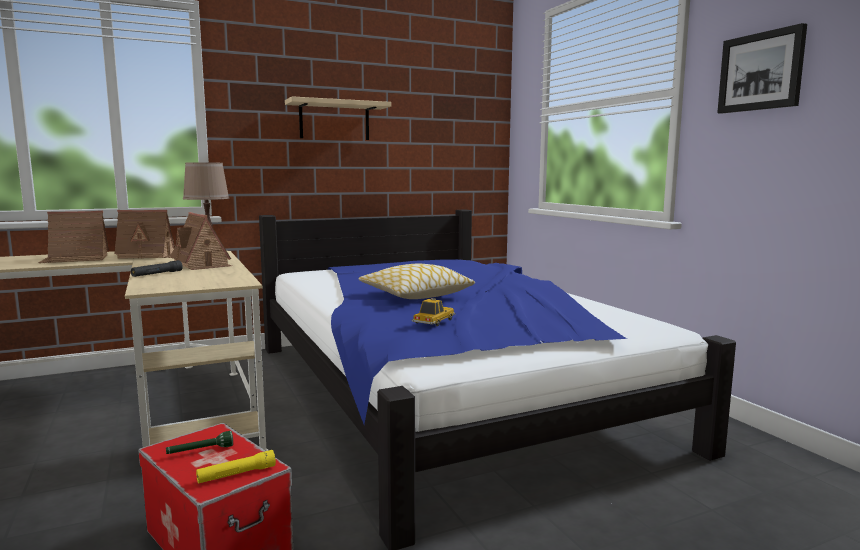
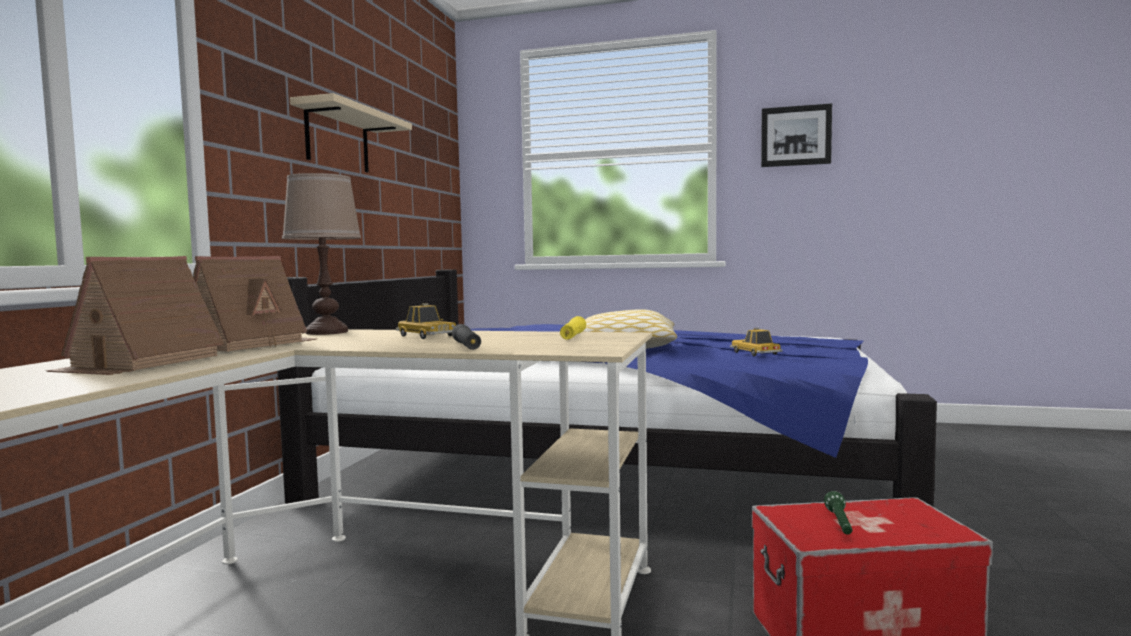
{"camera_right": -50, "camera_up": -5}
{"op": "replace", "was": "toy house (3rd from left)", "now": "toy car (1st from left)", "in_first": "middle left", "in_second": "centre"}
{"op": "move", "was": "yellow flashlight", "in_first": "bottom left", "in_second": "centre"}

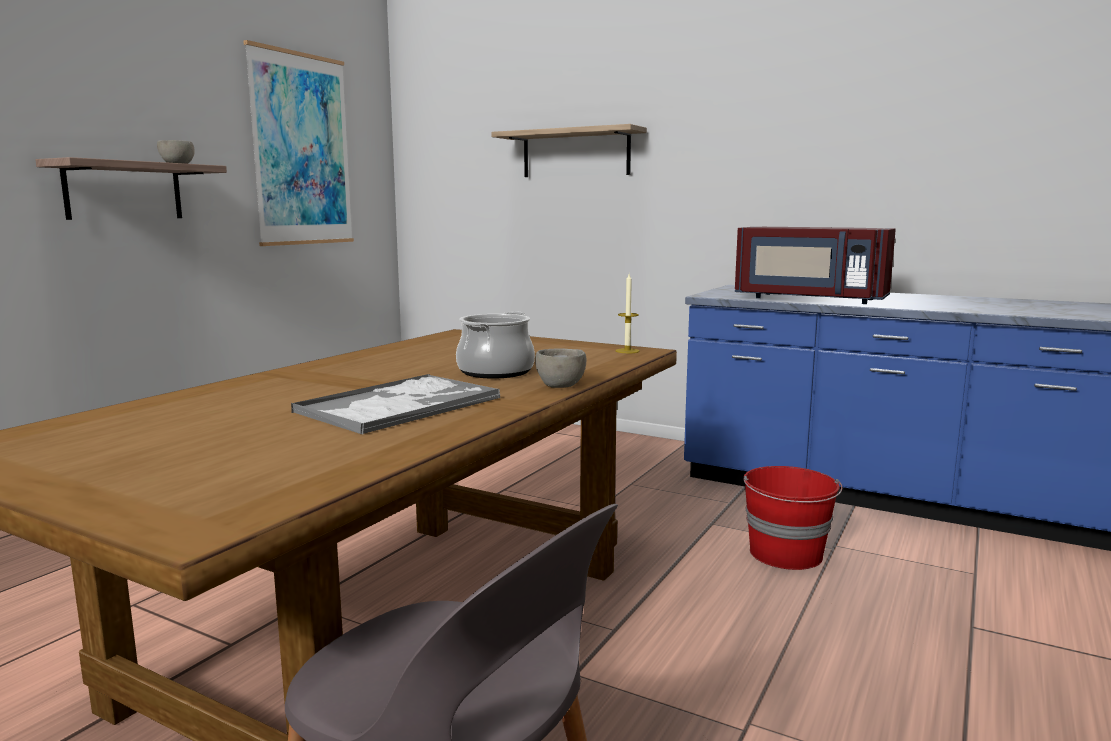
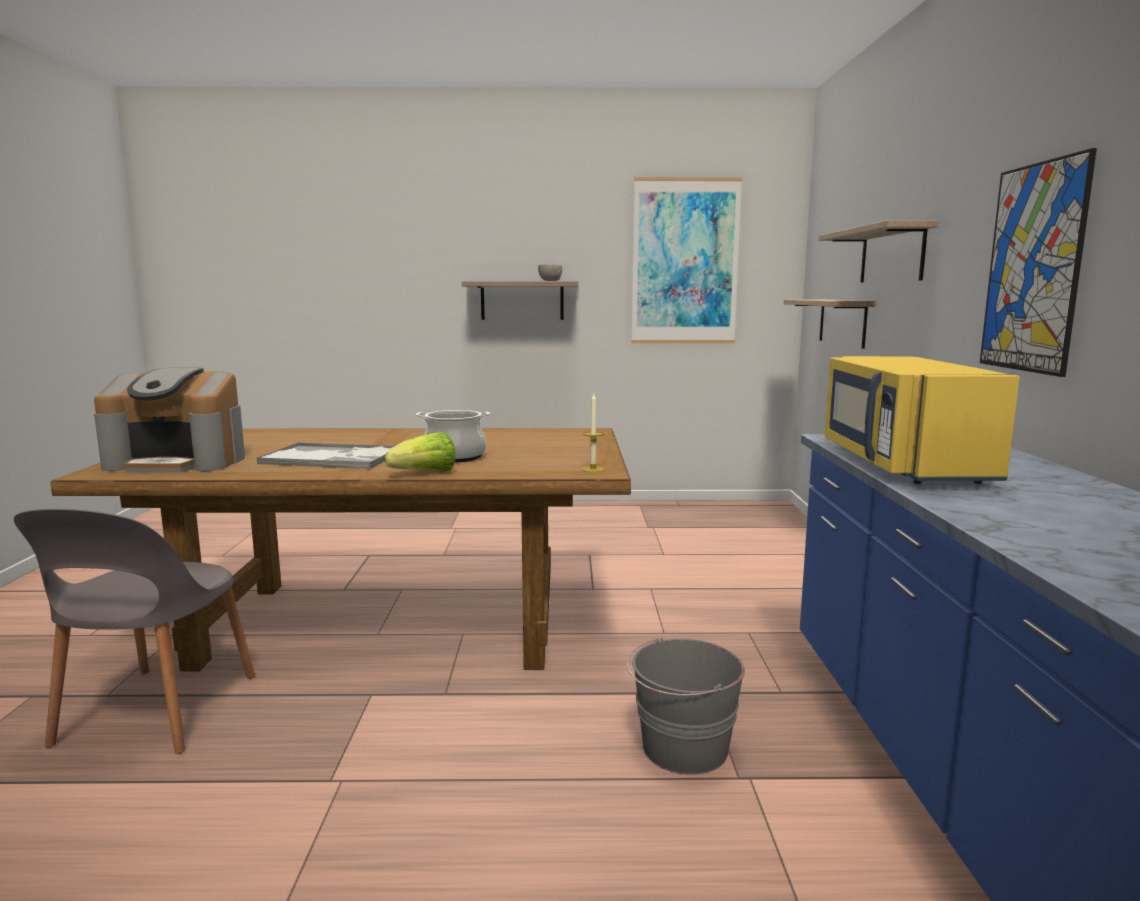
{"camera_right": 60, "camera_up": 0}
{"op": "recolor", "was": "red microwave", "now": "yellow microwave", "in_first": "middle right", "in_second": "middle right"}
{"op": "replace", "was": "grey bowl (2nd from left)", "now": "lettuce", "in_first": "centre", "in_second": "centre"}
{"op": "recolor", "was": "red bucket", "now": "grey bucket", "in_first": "bottom right", "in_second": "bottom centre"}
{"op": "insert", "now": "picture (2nd from left)", "in_second": "top right"}
{"op": "insert", "now": "shelf (2nd from left)", "in_second": "middle right"}
{"op": "insert", "now": "coffee machine", "in_second": "middle left"}

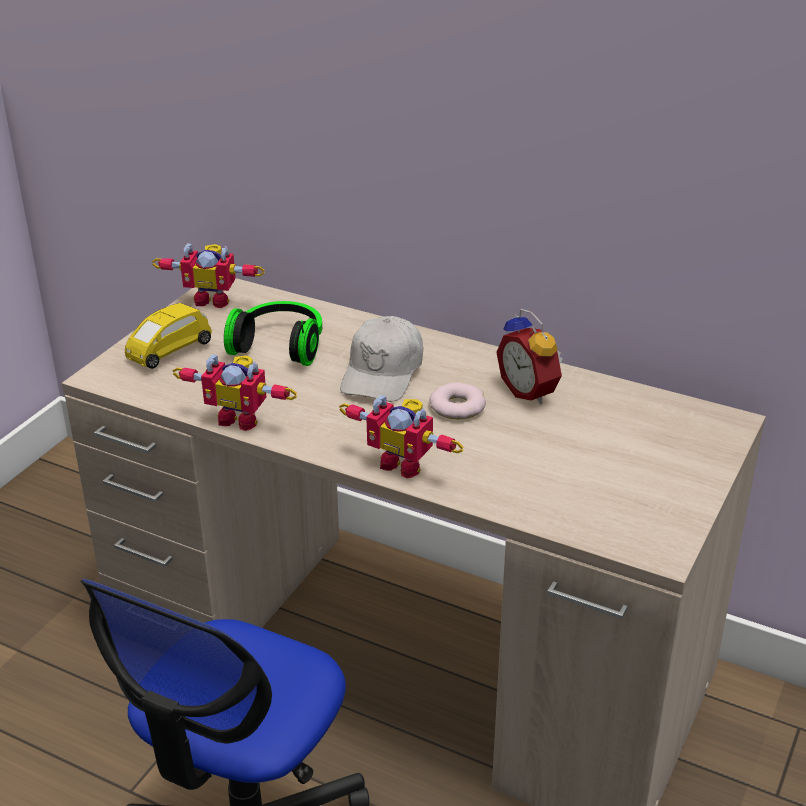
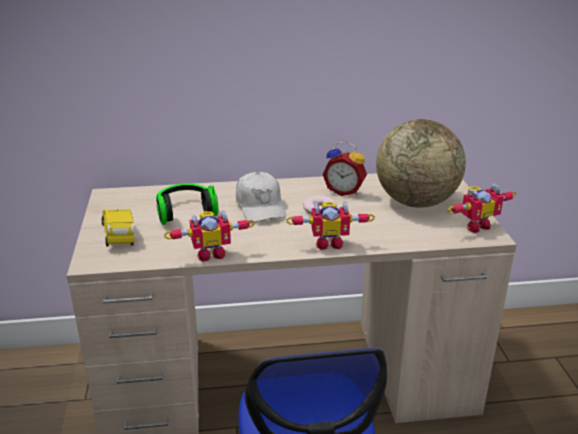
{"camera_right": -35, "camera_up": -5}
{"op": "move", "was": "toy robot (1st from left in the first image)", "now": "toy robot (3rd from left)", "in_first": "middle left", "in_second": "middle right"}
{"op": "rotate", "was": "yellow toy car", "in_first": "middle left", "in_second": "middle left", "clockwise": 150}
{"op": "insert", "now": "globe", "in_second": "middle right"}

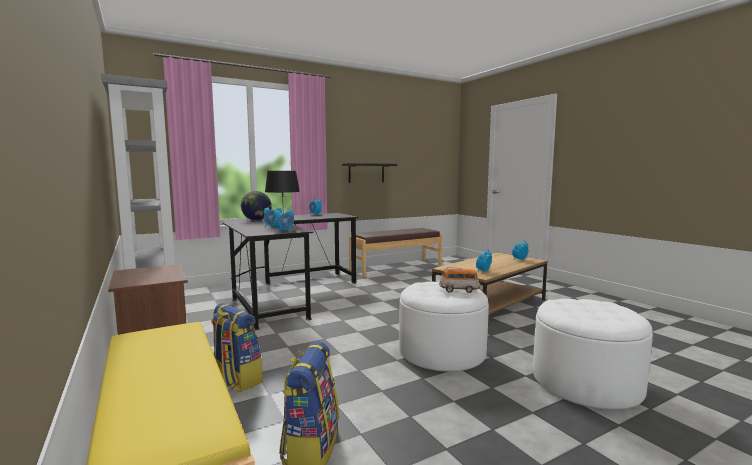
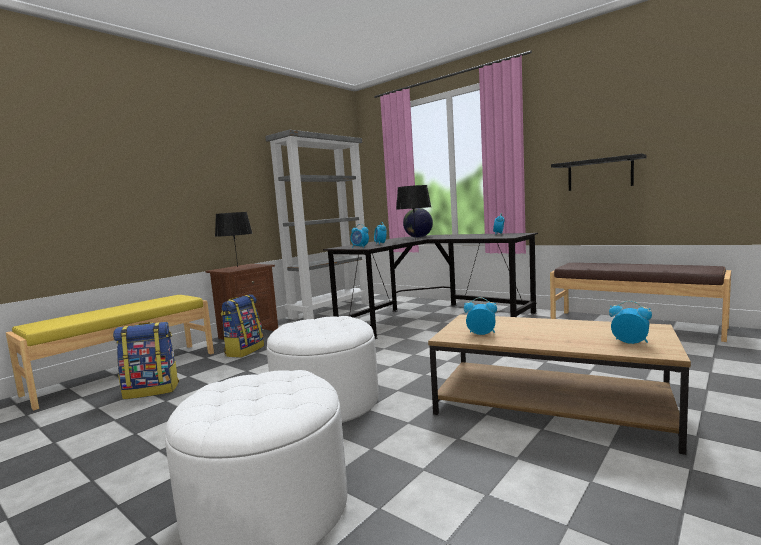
{"camera_right": 70, "camera_up": 0}
{"op": "delete", "was": "toy car", "in_first": "centre"}
{"op": "insert", "now": "black table lamp (1st from left)", "in_second": "middle left"}

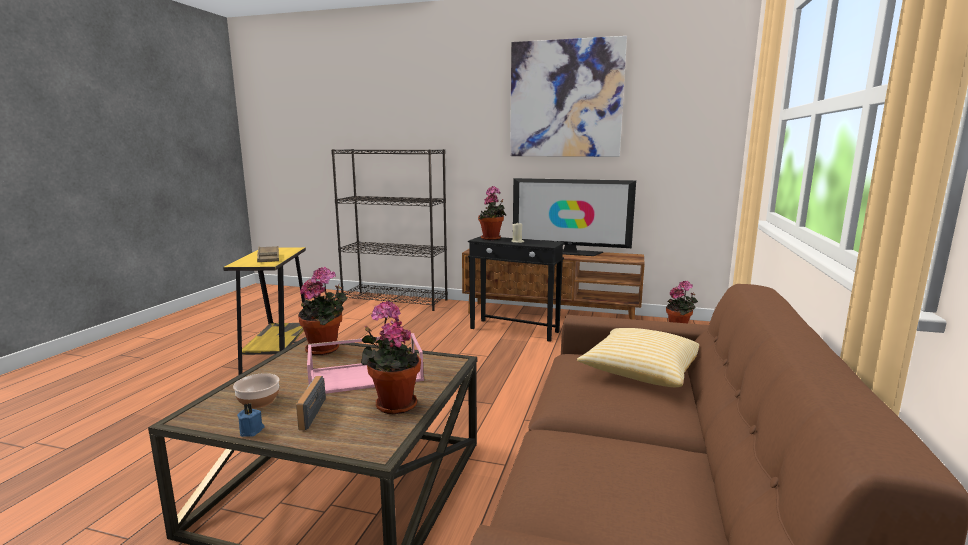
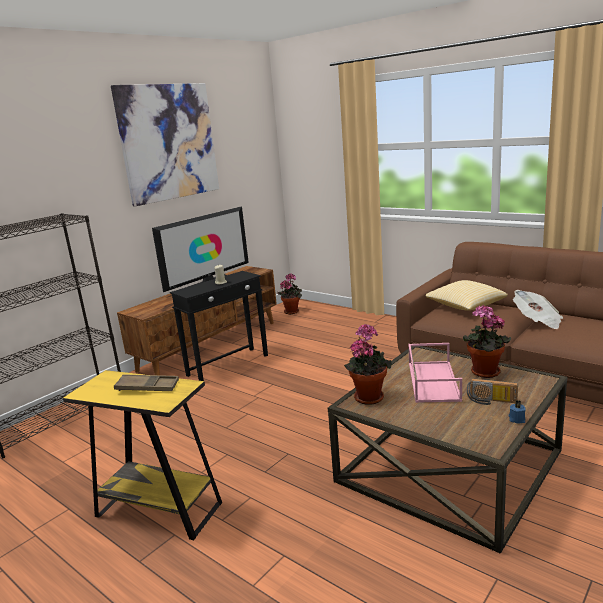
{"camera_right": -65, "camera_up": 5}
{"op": "delete", "was": "potted plant (3rd from left)", "in_first": "centre"}
{"op": "delete", "was": "bowl", "in_first": "bottom left"}
{"op": "insert", "now": "newspaper", "in_second": "middle right"}

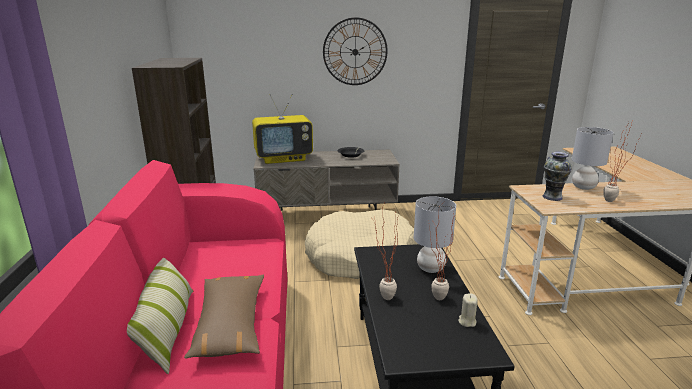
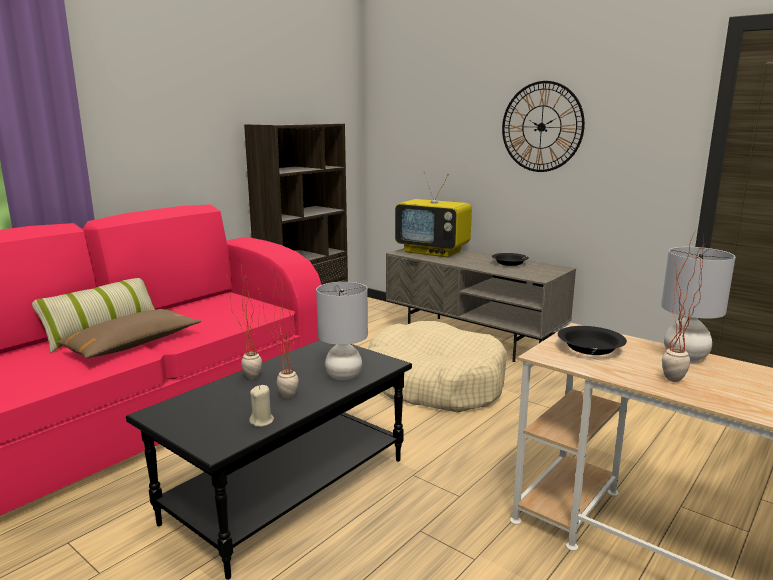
{"camera_right": 45, "camera_up": -5}
{"op": "replace", "was": "vase", "now": "black bowl (2nd from left)", "in_first": "middle right", "in_second": "middle right"}

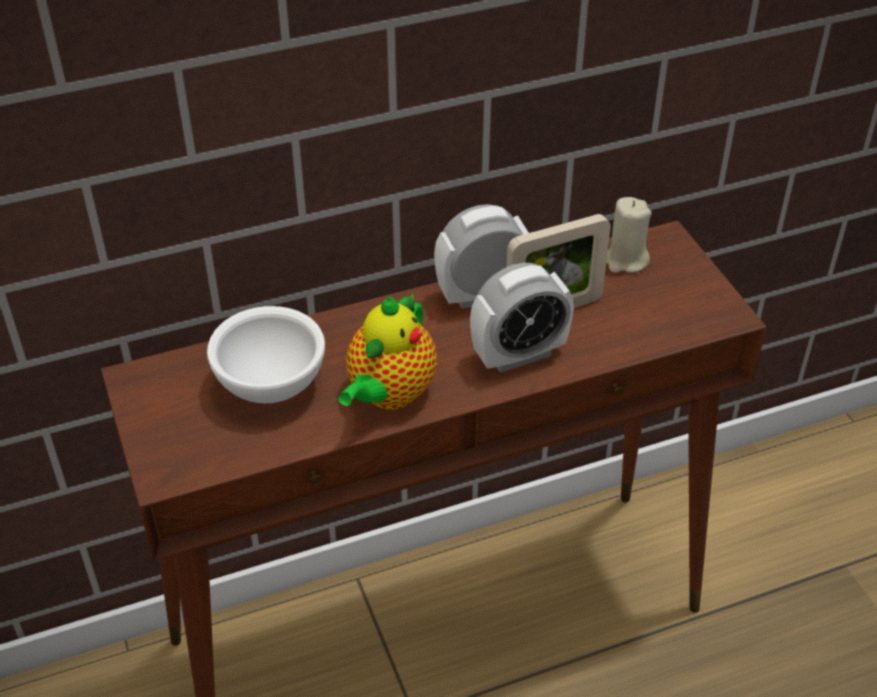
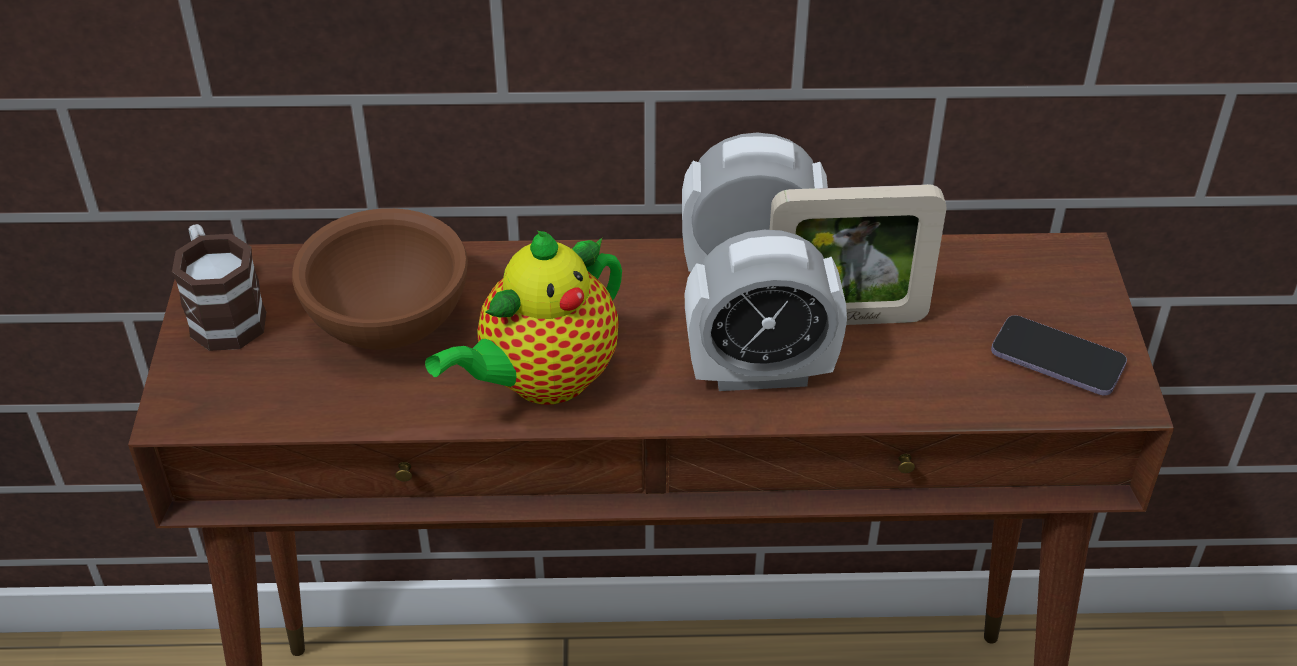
{"camera_right": 20, "camera_up": 0}
{"op": "delete", "was": "beige candle", "in_first": "middle right"}
{"op": "recolor", "was": "white bowl", "now": "brown bowl", "in_first": "middle left", "in_second": "middle left"}
{"op": "insert", "now": "mug", "in_second": "middle left"}
{"op": "insert", "now": "phone", "in_second": "middle right"}

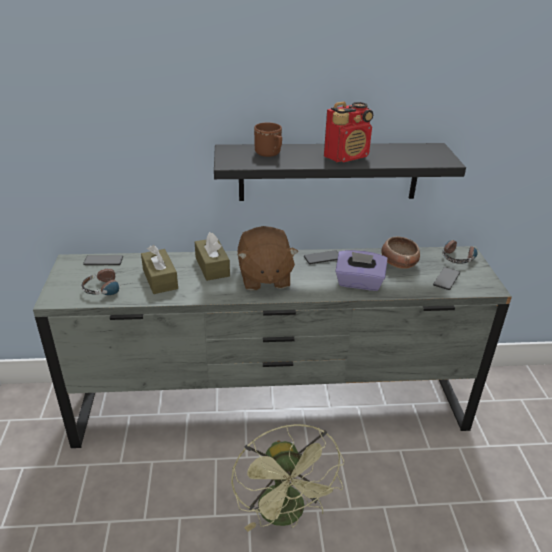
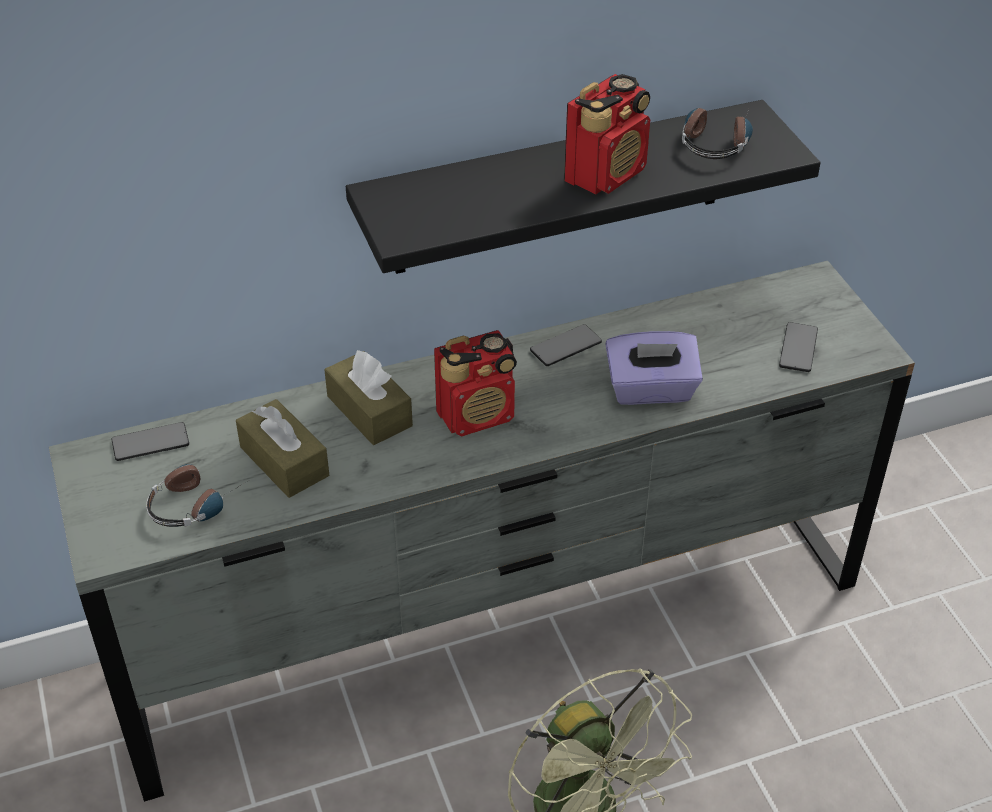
{"camera_right": -15, "camera_up": 10}
{"op": "delete", "was": "brown mug", "in_first": "top centre"}
{"op": "replace", "was": "brown plush toy", "now": "radio (1st from left)", "in_first": "centre", "in_second": "centre"}
{"op": "delete", "was": "bowl", "in_first": "middle right"}
{"op": "move", "was": "headphones (2nd from left)", "in_first": "middle right", "in_second": "top right"}

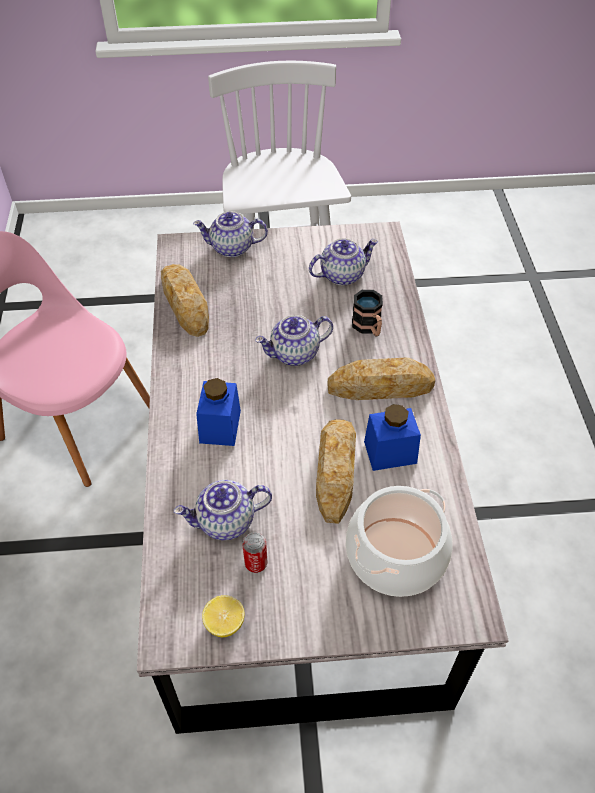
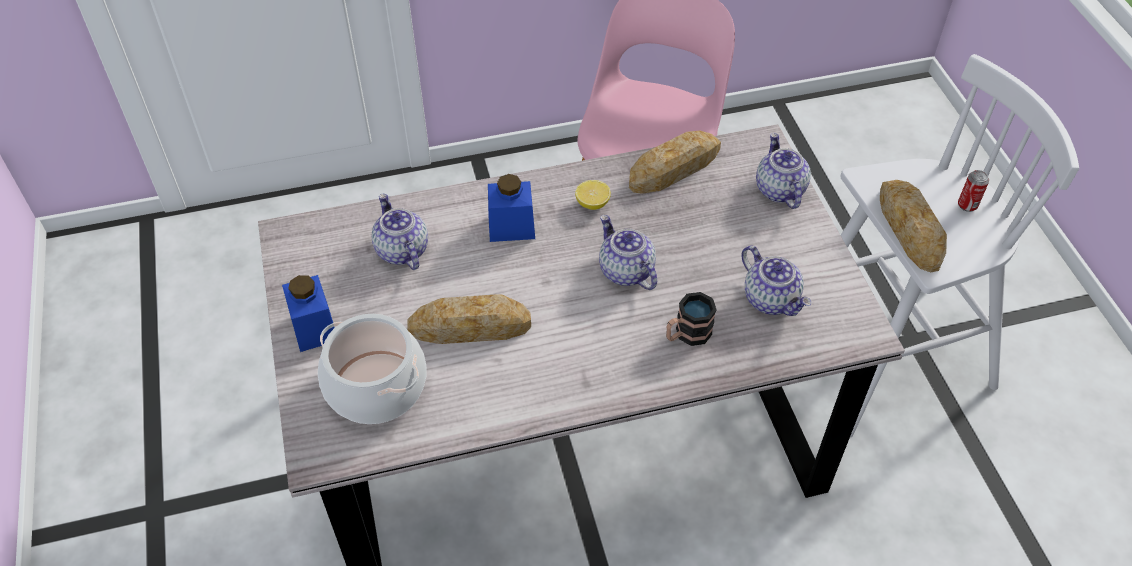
{"camera_right": 80, "camera_up": 0}
{"op": "move", "was": "bread (3rd from left)", "in_first": "centre", "in_second": "middle right"}
{"op": "move", "was": "blue jar (2nd from left in the first image)", "now": "blue jar (1st from left)", "in_first": "centre", "in_second": "middle left"}
{"op": "move", "was": "can", "in_first": "bottom centre", "in_second": "middle right"}
{"op": "move", "was": "lemon", "in_first": "bottom centre", "in_second": "centre"}

